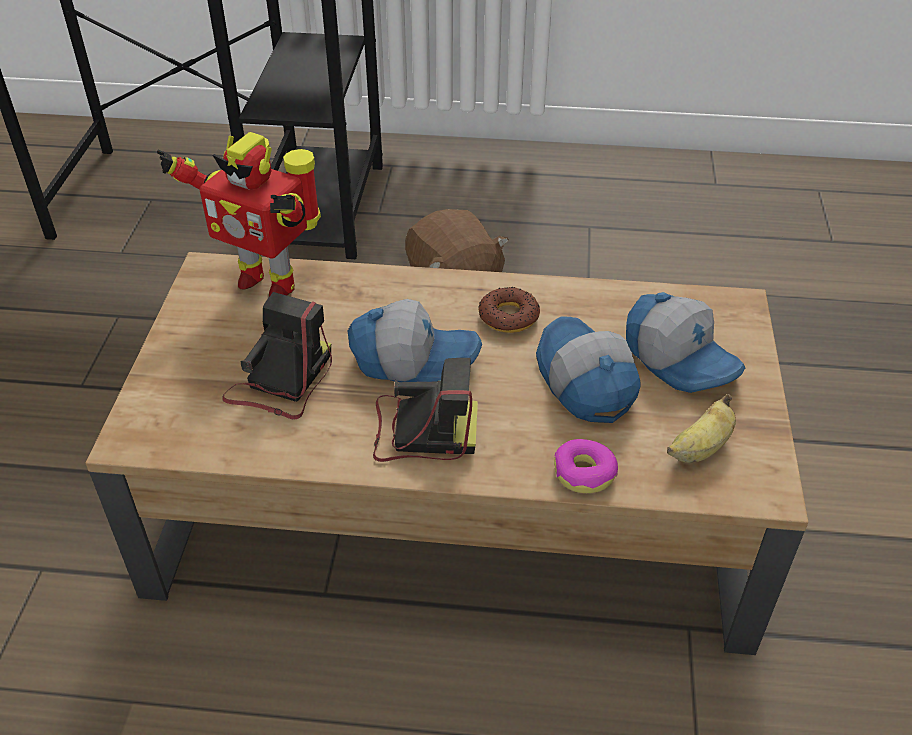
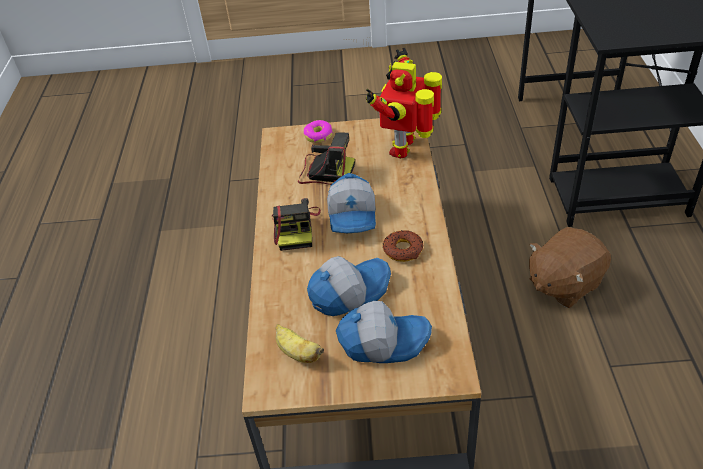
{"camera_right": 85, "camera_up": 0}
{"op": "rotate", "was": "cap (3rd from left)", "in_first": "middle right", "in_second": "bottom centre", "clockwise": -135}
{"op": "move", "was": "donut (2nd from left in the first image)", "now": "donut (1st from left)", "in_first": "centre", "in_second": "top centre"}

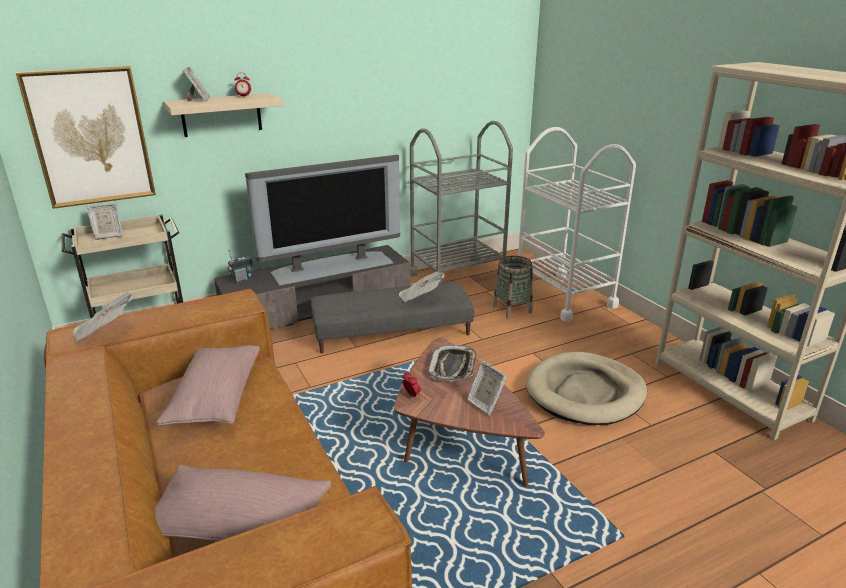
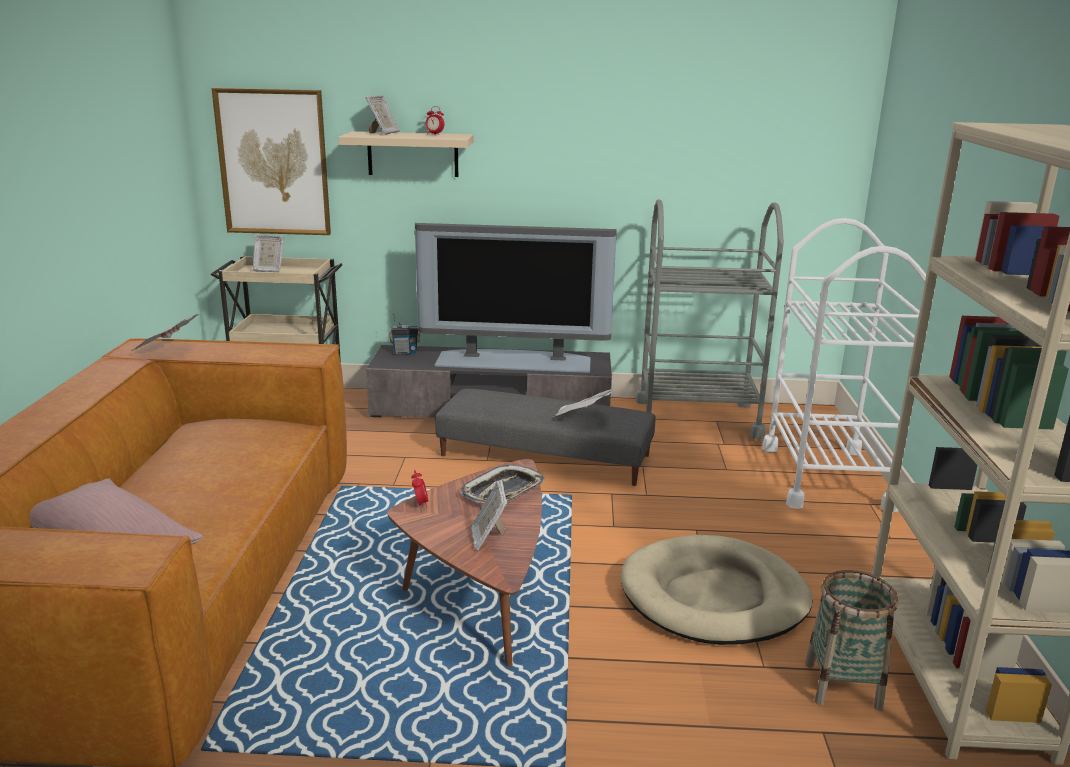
{"camera_right": 30, "camera_up": -5}
{"op": "move", "was": "basket", "in_first": "centre", "in_second": "bottom right"}
{"op": "delete", "was": "pink pillow (1st from left)", "in_first": "middle left"}

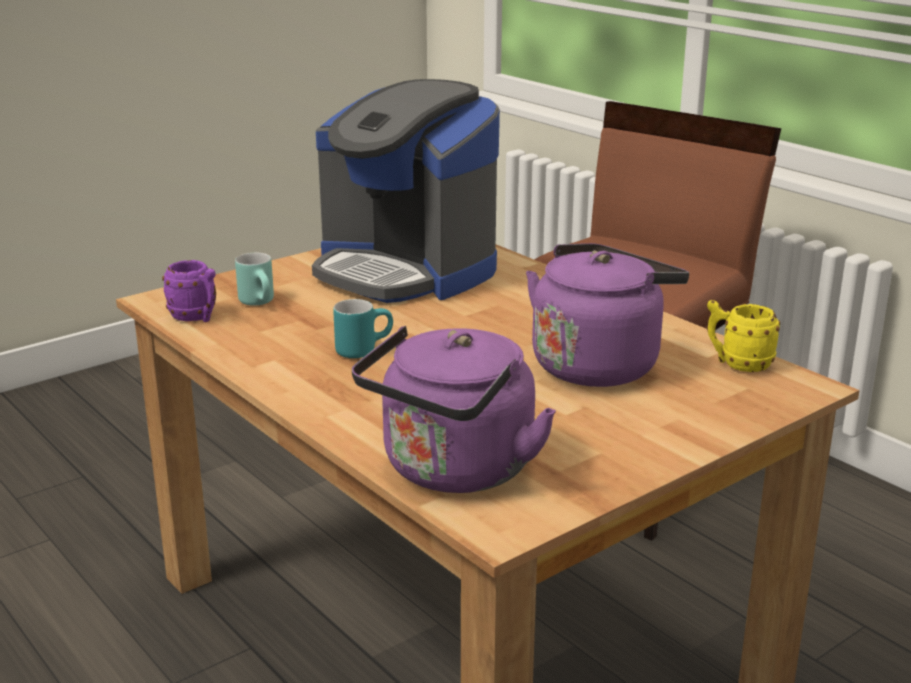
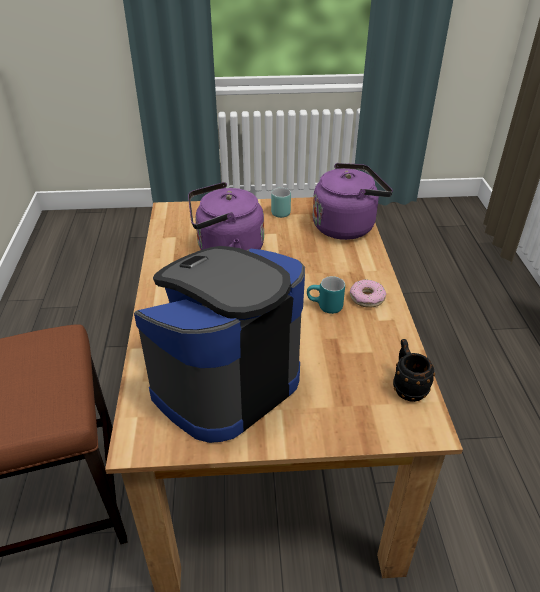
{"camera_right": -145, "camera_up": 15}
{"op": "rotate", "was": "coffee machine", "in_first": "top centre", "in_second": "centre", "clockwise": -120}
{"op": "move", "was": "turquoise mug (1st from left)", "in_first": "middle left", "in_second": "centre"}
{"op": "recolor", "was": "purple mug", "now": "black mug", "in_first": "middle left", "in_second": "middle right"}
{"op": "delete", "was": "yellow mug", "in_first": "middle right"}
{"op": "insert", "now": "donut", "in_second": "middle right"}

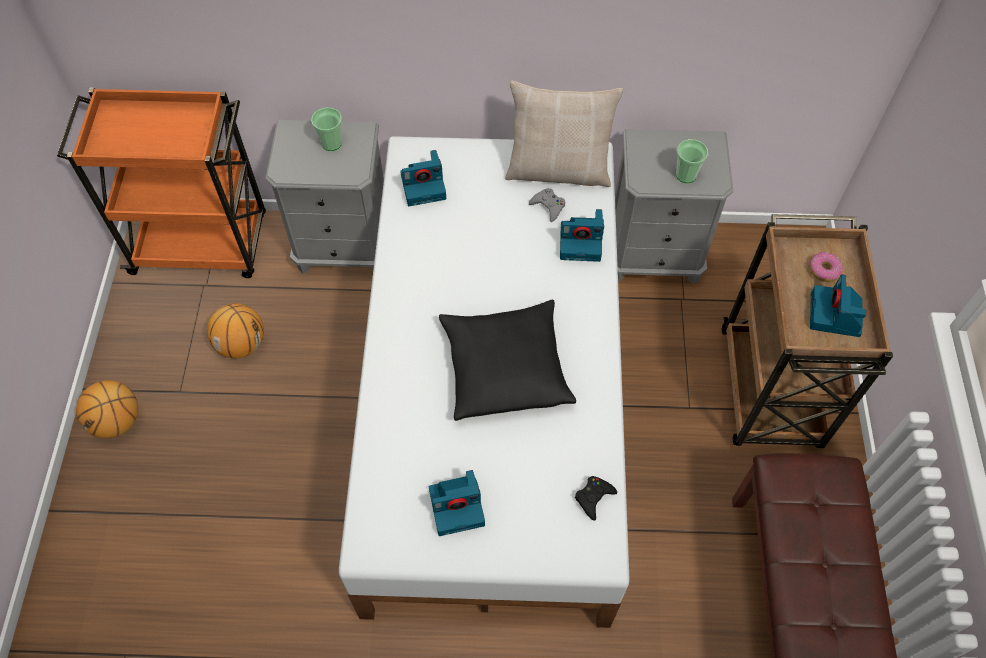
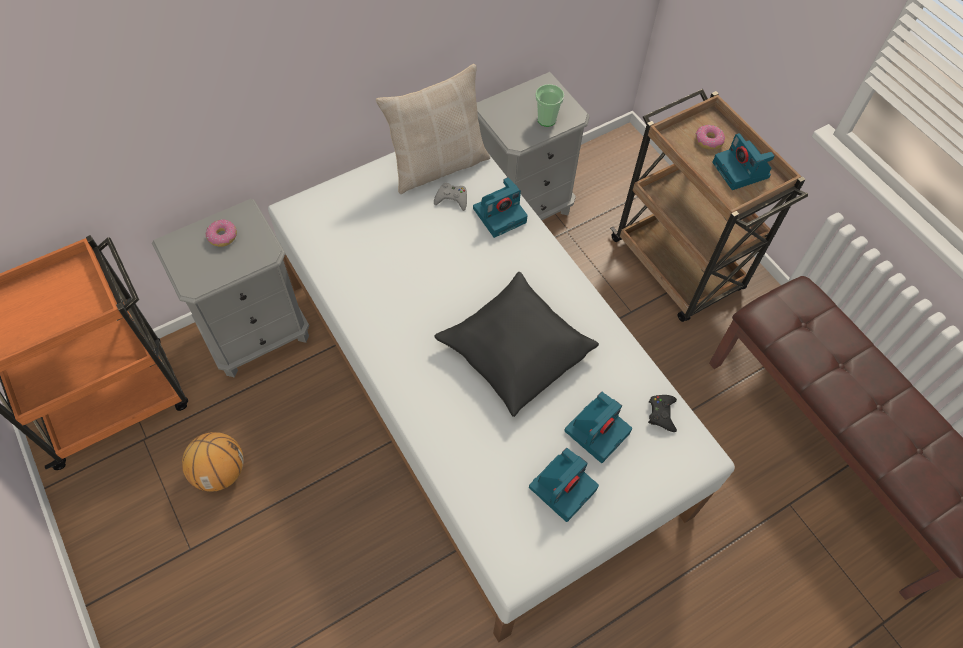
{"camera_right": -35, "camera_up": 0}
{"op": "replace", "was": "cup (1st from left)", "now": "donut (1st from left)", "in_first": "top left", "in_second": "middle left"}
{"op": "move", "was": "photo camera (1st from left in the first image)", "now": "photo camera (3rd from left)", "in_first": "top centre", "in_second": "centre"}
{"op": "delete", "was": "basketball (1st from left)", "in_first": "middle left"}

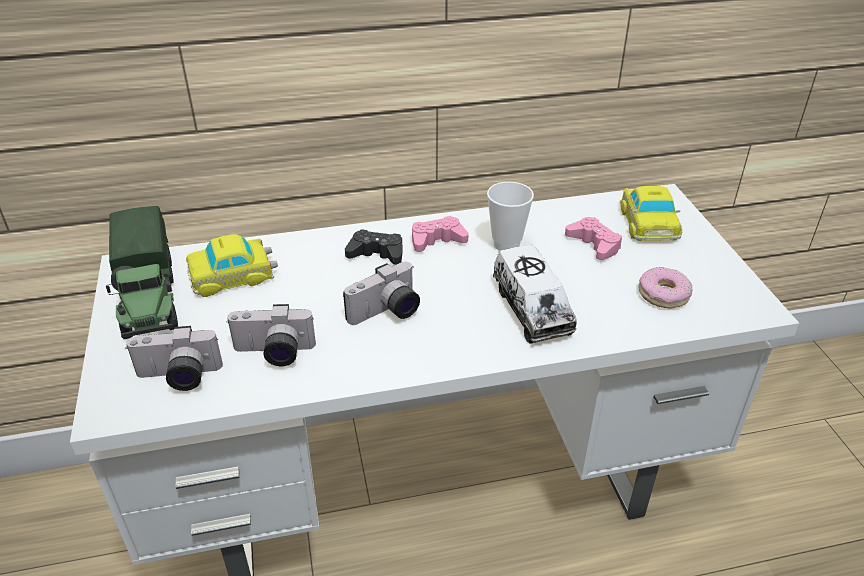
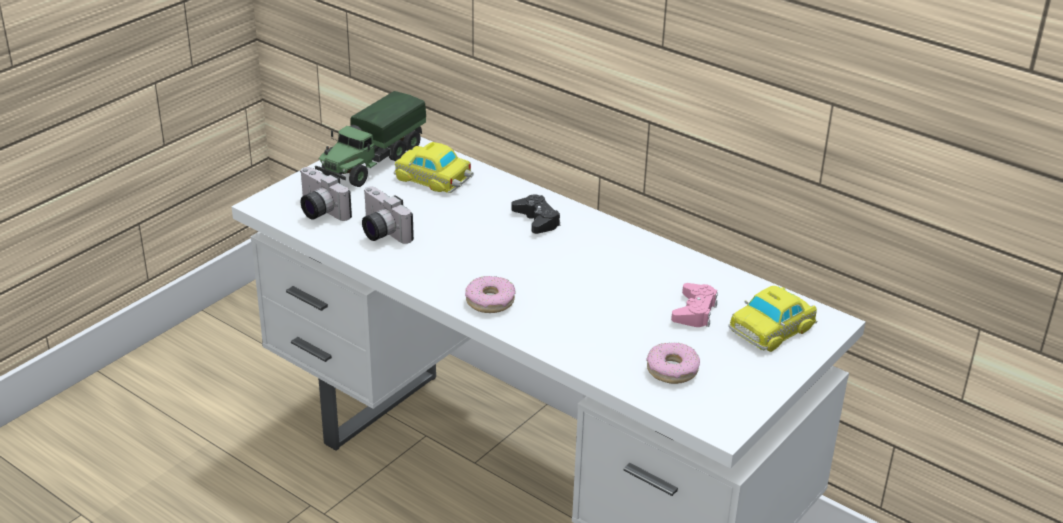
{"camera_right": 50, "camera_up": -5}
{"op": "delete", "was": "cup", "in_first": "centre"}
{"op": "delete", "was": "pink game controller (1st from left)", "in_first": "centre"}
{"op": "delete", "was": "toy truck (2nd from left)", "in_first": "centre"}
{"op": "delete", "was": "photo camera (3rd from left)", "in_first": "centre"}
{"op": "insert", "now": "donut (1st from left)", "in_second": "centre"}

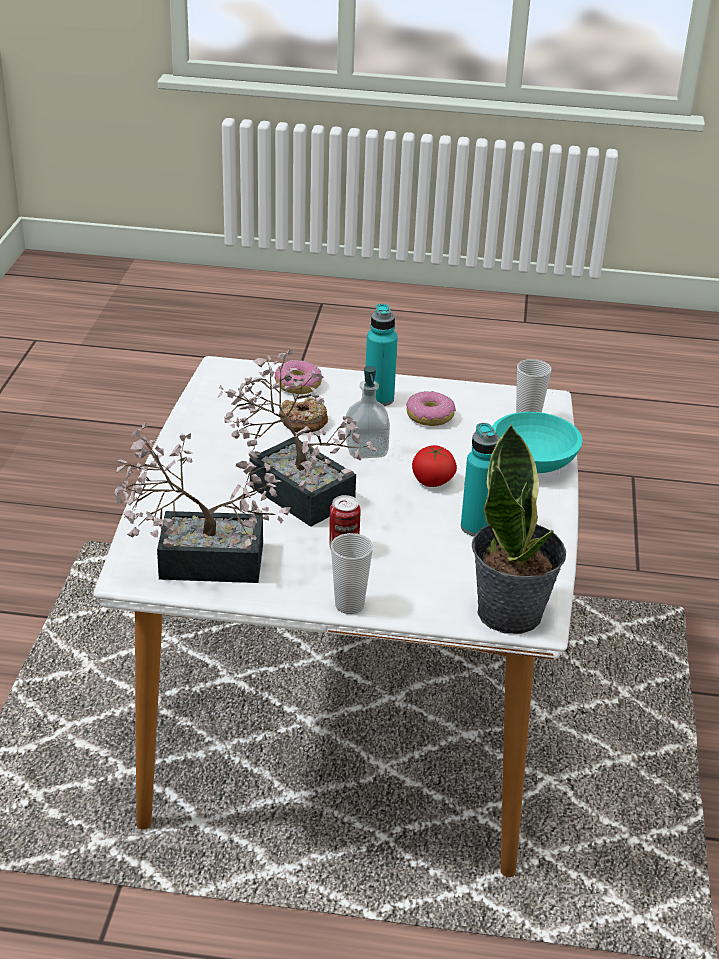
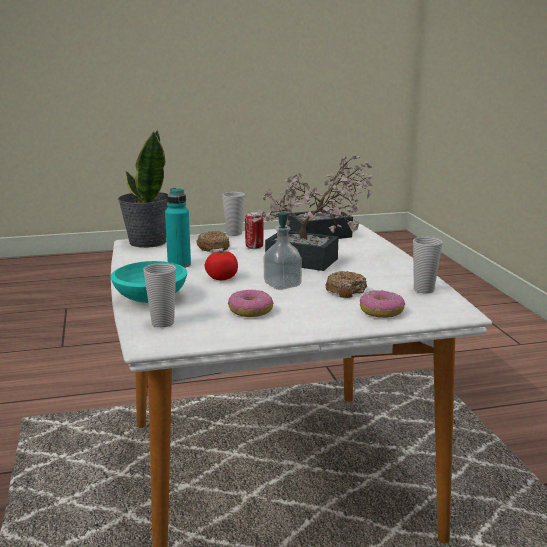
{"camera_right": 160, "camera_up": -15}
{"op": "delete", "was": "turquoise bottle (1st from left)", "in_first": "centre"}
{"op": "insert", "now": "donut (1st from left)", "in_second": "centre"}
{"op": "insert", "now": "cup (3rd from left)", "in_second": "middle right"}

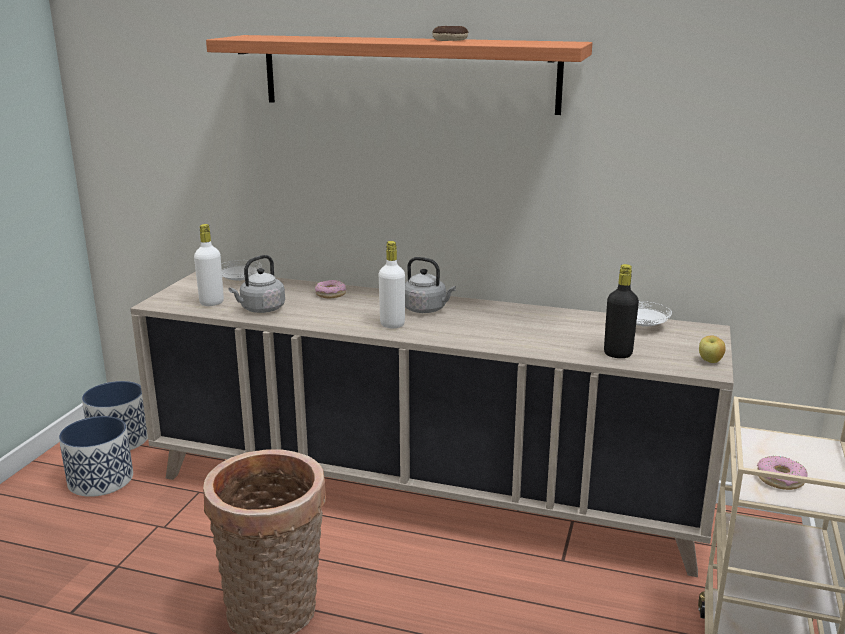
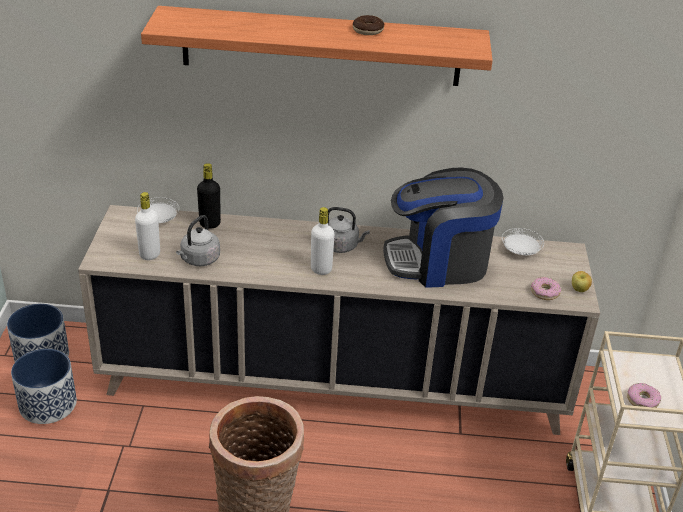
{"camera_right": -15, "camera_up": 15}
{"op": "move", "was": "black bottle", "in_first": "middle right", "in_second": "middle left"}
{"op": "move", "was": "donut (1st from left in the first image)", "now": "donut (2nd from left)", "in_first": "centre", "in_second": "middle right"}
{"op": "insert", "now": "coffee machine", "in_second": "centre"}

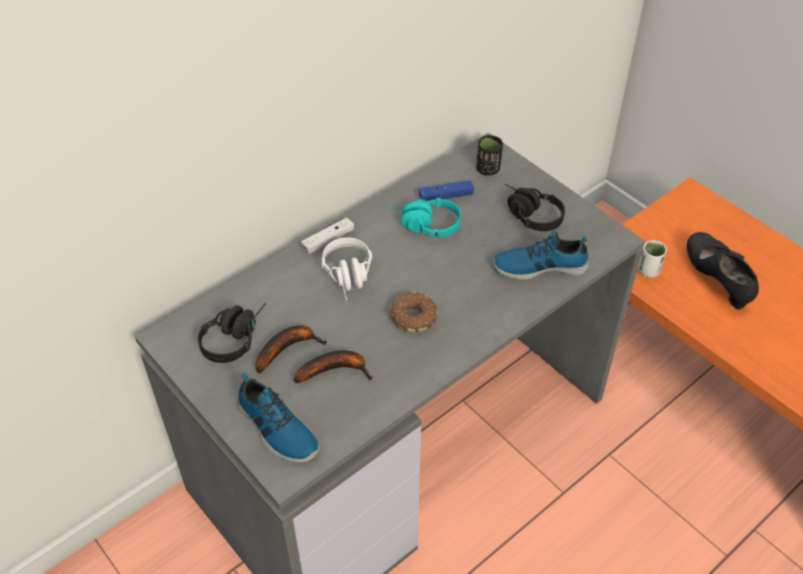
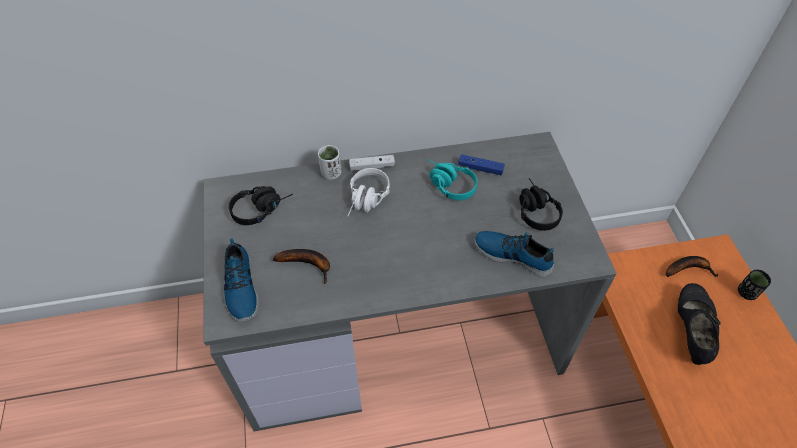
{"camera_right": 30, "camera_up": 5}
{"op": "move", "was": "black cup", "in_first": "top centre", "in_second": "middle right"}
{"op": "move", "was": "white cup", "in_first": "middle right", "in_second": "centre"}
{"op": "delete", "was": "donut", "in_first": "centre"}
{"op": "move", "was": "banana (1st from left in the first image)", "now": "banana (2nd from left)", "in_first": "centre", "in_second": "middle right"}

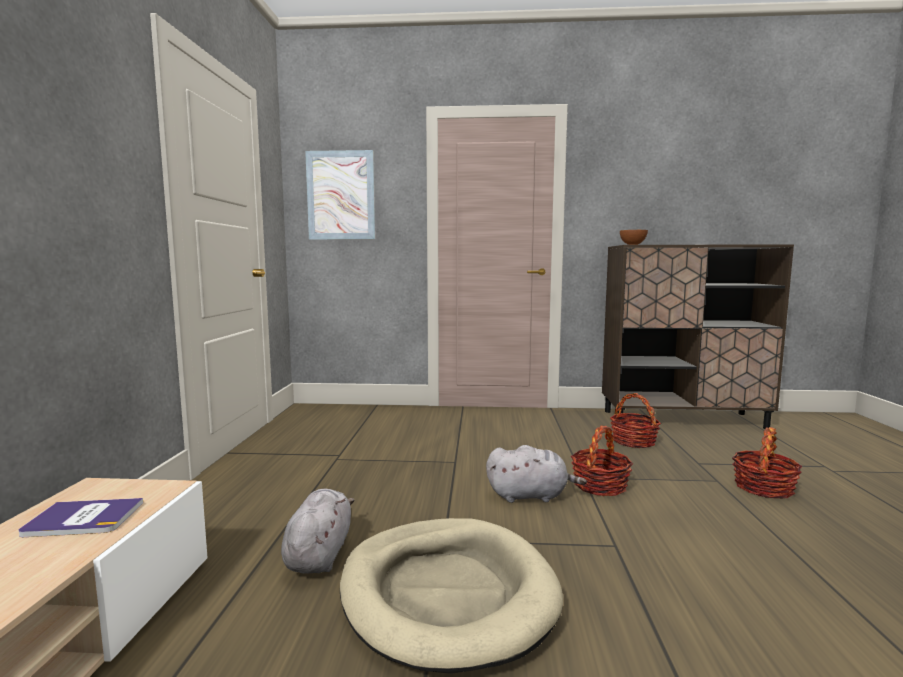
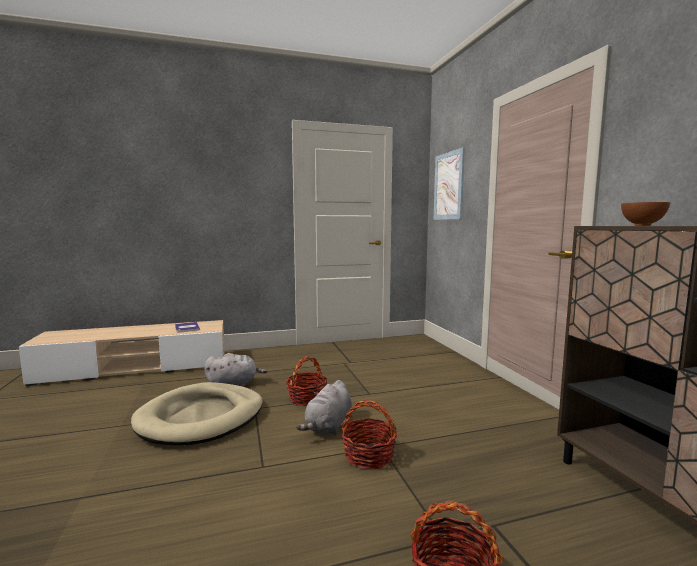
{"camera_right": 70, "camera_up": 0}
{"op": "move", "was": "basket (2nd from left in the first image)", "now": "basket (1st from left)", "in_first": "middle right", "in_second": "bottom centre"}
{"op": "rotate", "was": "grey plush toy (2nd from left)", "in_first": "bottom centre", "in_second": "bottom centre", "clockwise": 45}

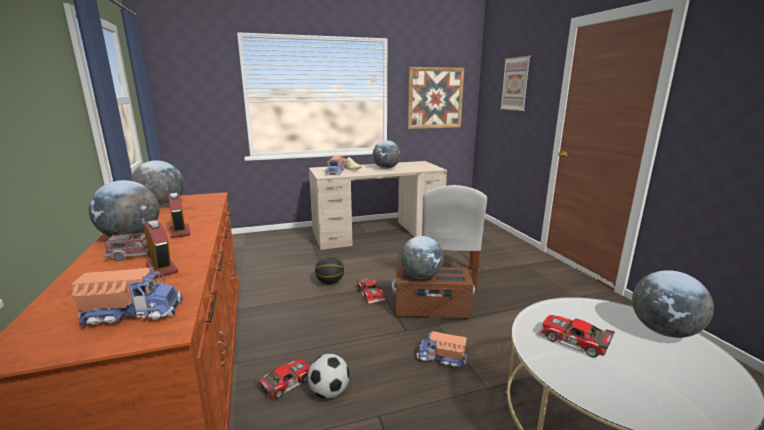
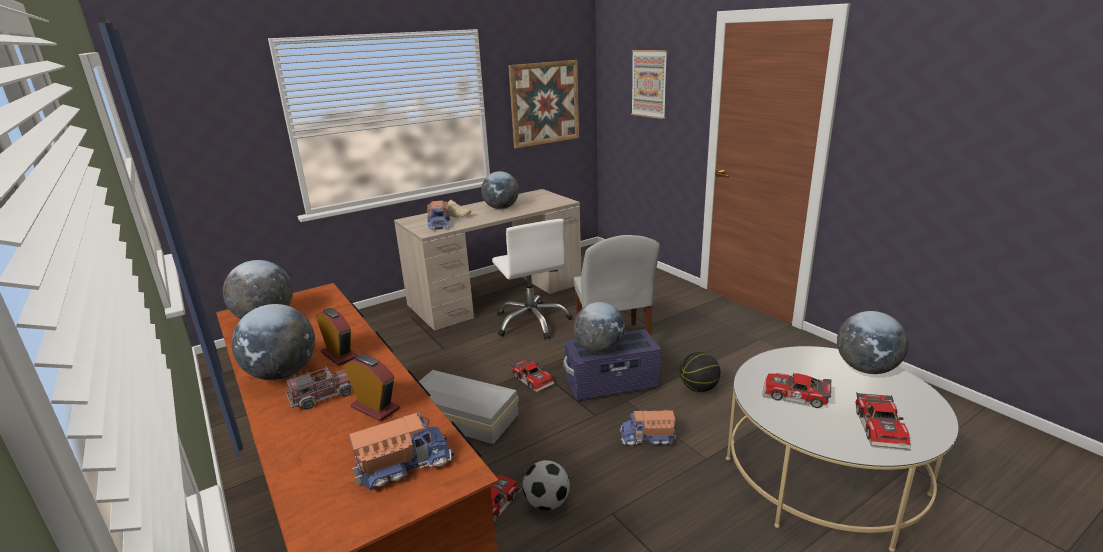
{"camera_right": -15, "camera_up": 5}
{"op": "move", "was": "basketball", "in_first": "centre", "in_second": "bottom centre"}
{"op": "recolor", "was": "brown storage box", "now": "purple storage box", "in_first": "bottom centre", "in_second": "centre"}
{"op": "insert", "now": "white office chair", "in_second": "centre"}
{"op": "insert", "now": "white storage box", "in_second": "bottom centre"}
{"op": "insert", "now": "toy car (4th from left)", "in_second": "bottom right"}

